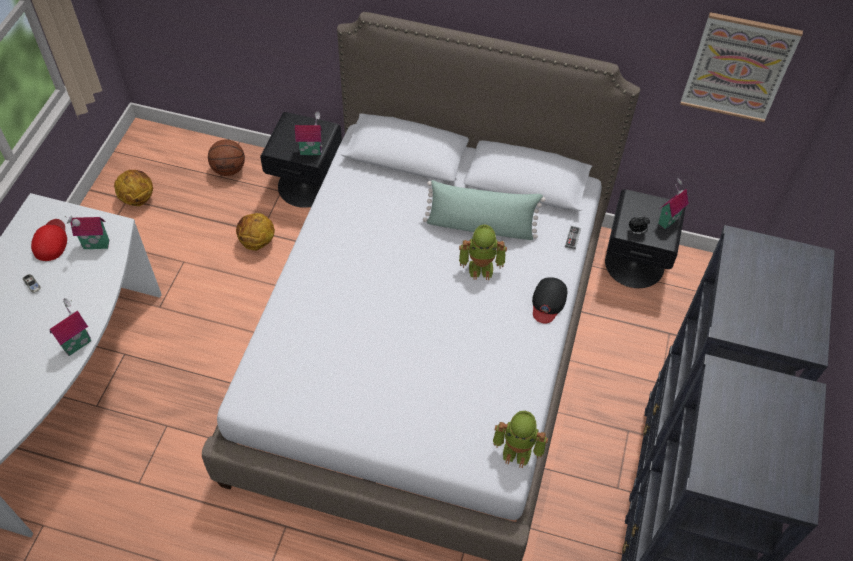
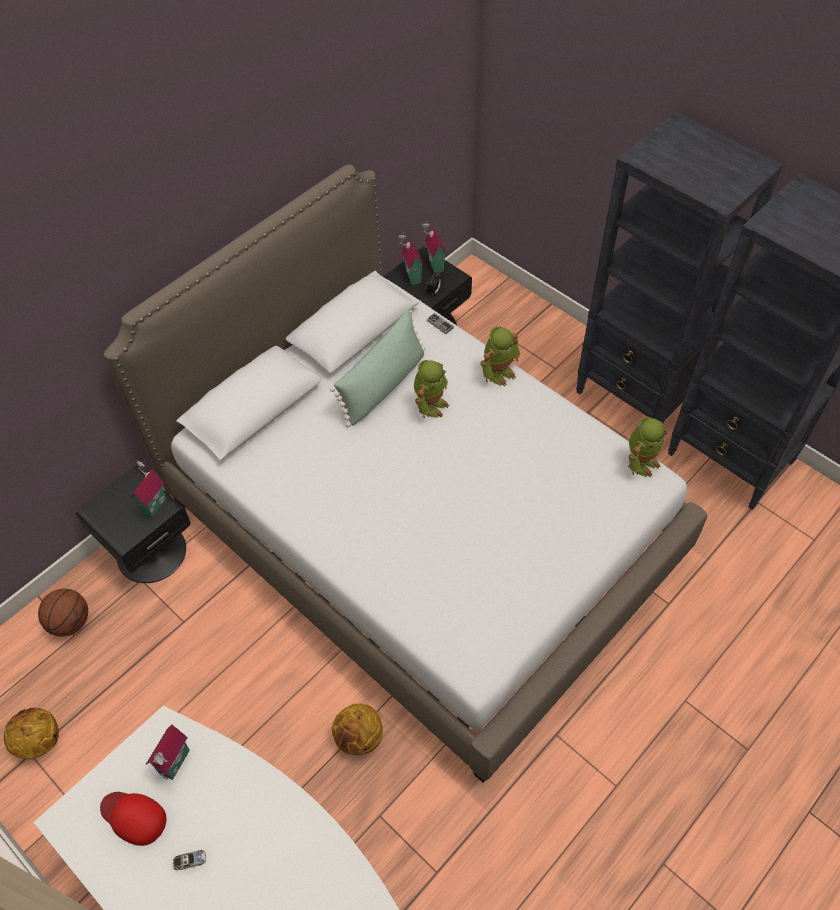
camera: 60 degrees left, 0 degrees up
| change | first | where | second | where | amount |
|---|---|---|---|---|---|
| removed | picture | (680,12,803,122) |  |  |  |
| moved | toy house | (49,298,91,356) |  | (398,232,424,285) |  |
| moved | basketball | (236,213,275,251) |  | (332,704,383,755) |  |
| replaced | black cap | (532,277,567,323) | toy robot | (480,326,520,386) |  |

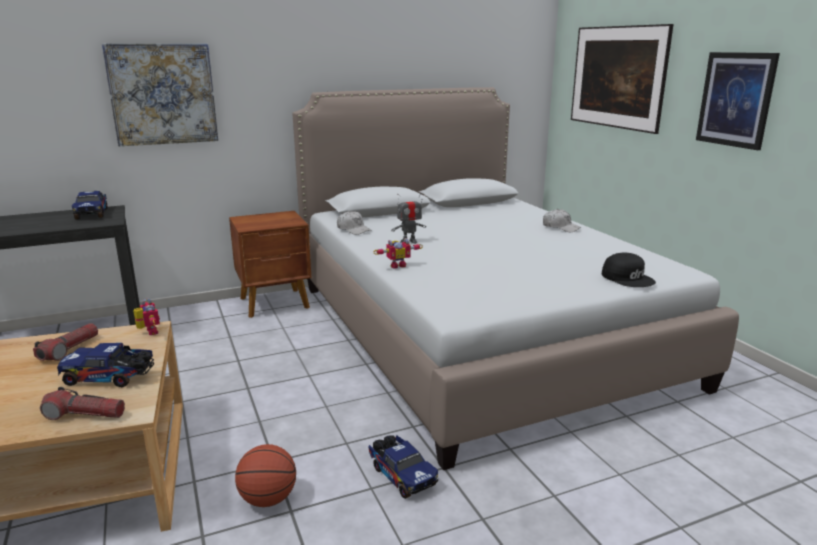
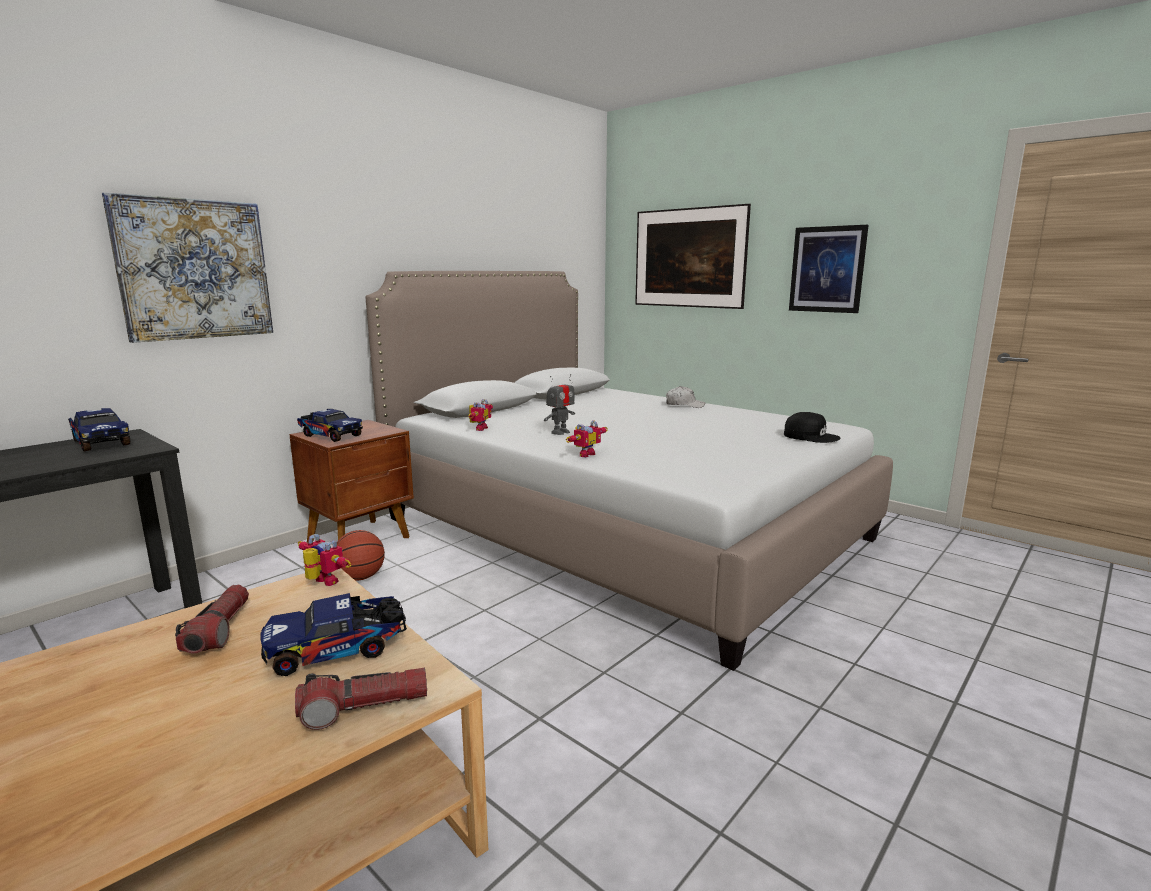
camera: 25 degrees left, 5 degrees down
| change | first | where | second | where | amount |
|---|---|---|---|---|---|
| moved | basketball | (235,444,296,507) |  | (337,530,385,581) |  |
| moved | toy truck | (369,435,438,499) |  | (297,409,363,442) |  |
| replaced | white cap | (337,211,372,235) | toy robot | (469,399,493,431) |  |

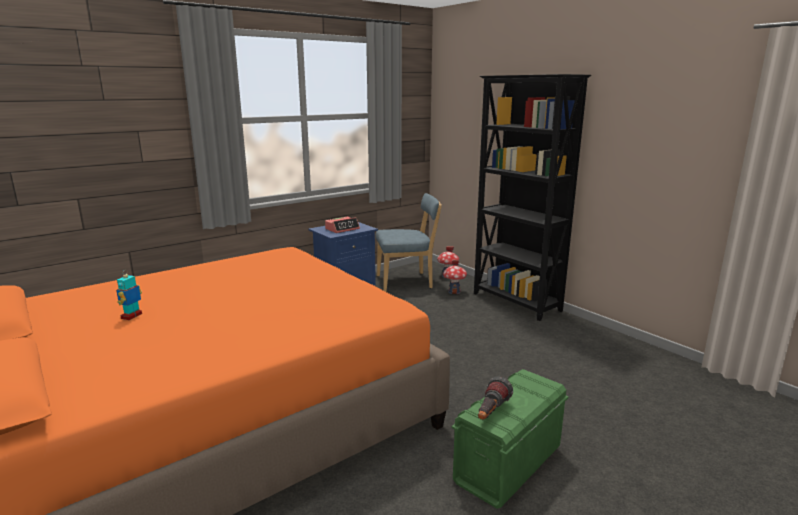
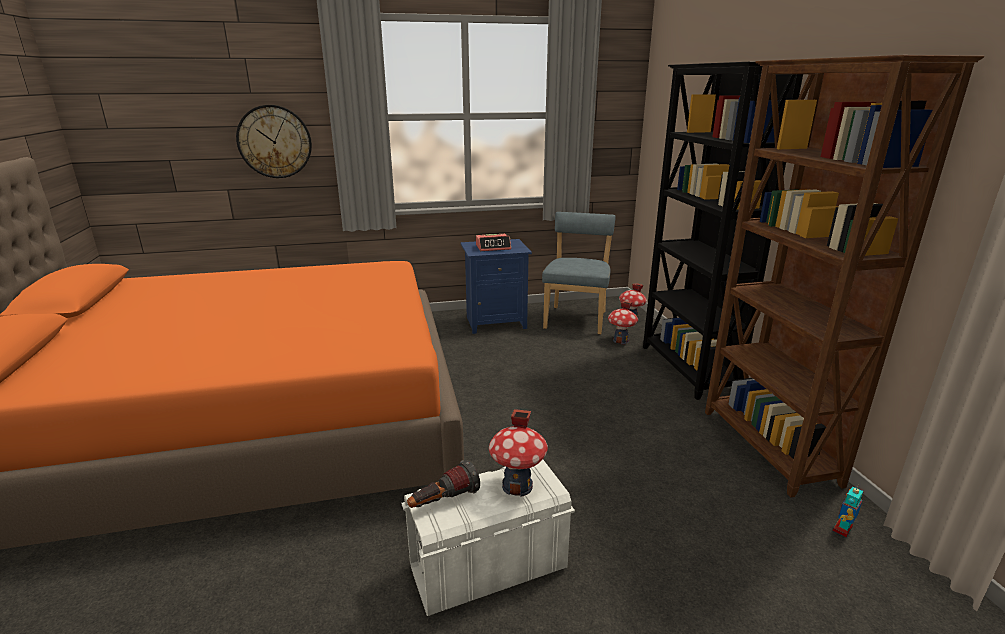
camera: 25 degrees right, 5 degrees up
| change | first | where | second | where | amount |
|---|---|---|---|---|---|
| added |  |  | wall clock | (236,105,312,178) |  |
| added |  |  | toy house | (489,409,548,497) |  |
| added |  |  | brown bookcase | (705,55,984,498) |  |
| moved | toy robot | (116,270,142,320) |  | (833,485,864,537) |  |
| recoloured | green storage box | (452,369,569,509) | white storage box | (402,460,575,616) |  |
| turned | blue chair | (375,193,442,292) |  | (542,212,616,335) | 90 degrees counterclockwise |

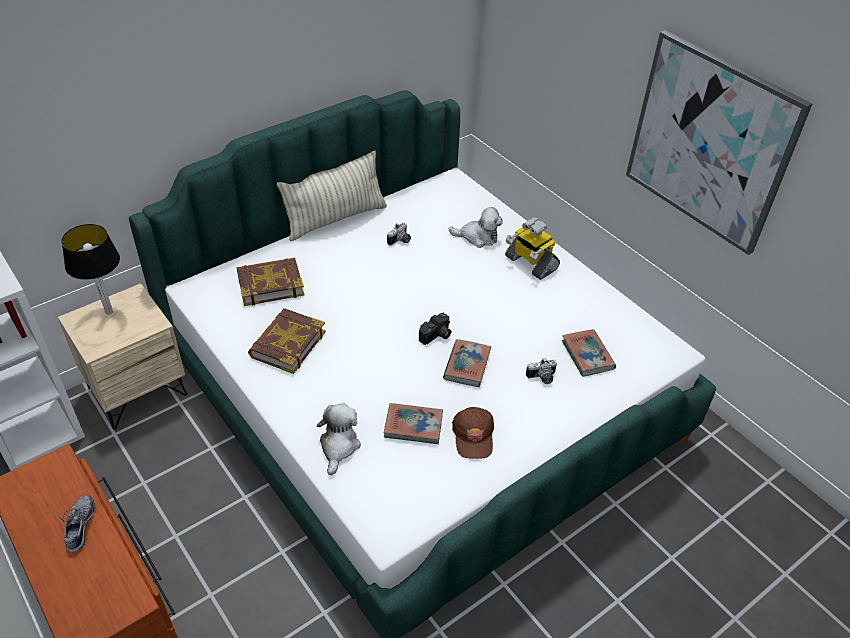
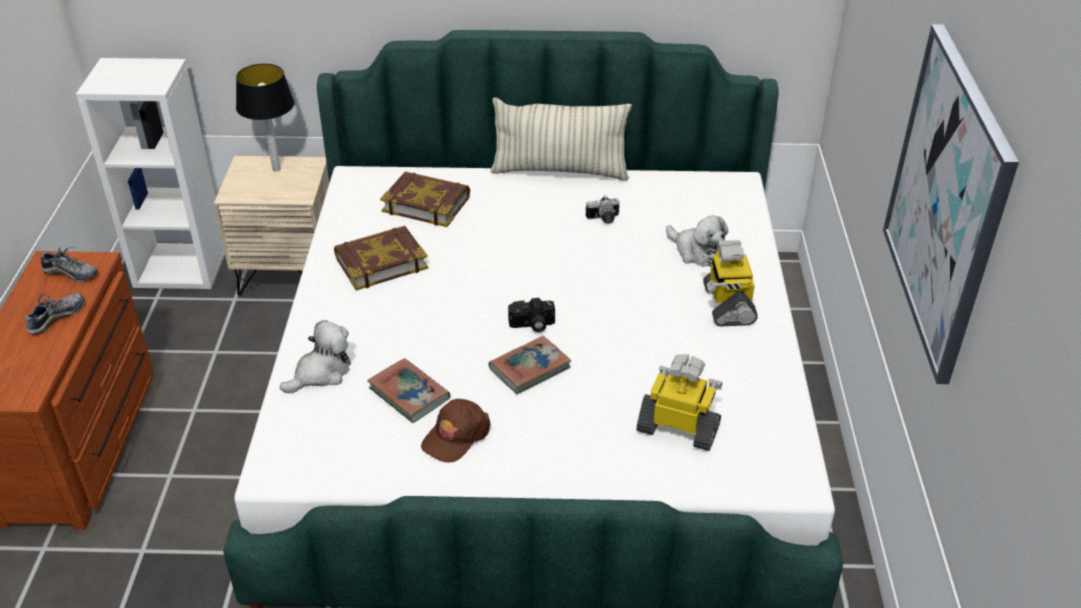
camera: 40 degrees right, 5 degrees down
| change | first | where | second | where | amount |
|---|---|---|---|---|---|
| removed | photo camera | (526,358,557,384) |  |  |  |
| added |  |  | shoe | (41,247,98,282) |  |
| replaced | book | (562,329,616,377) | toy robot | (637,354,722,451) |  |

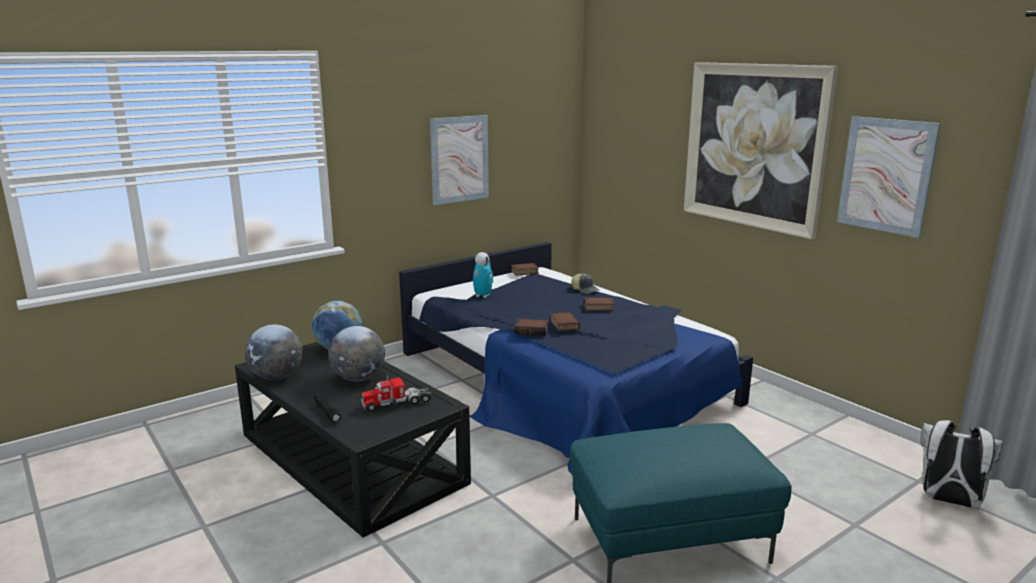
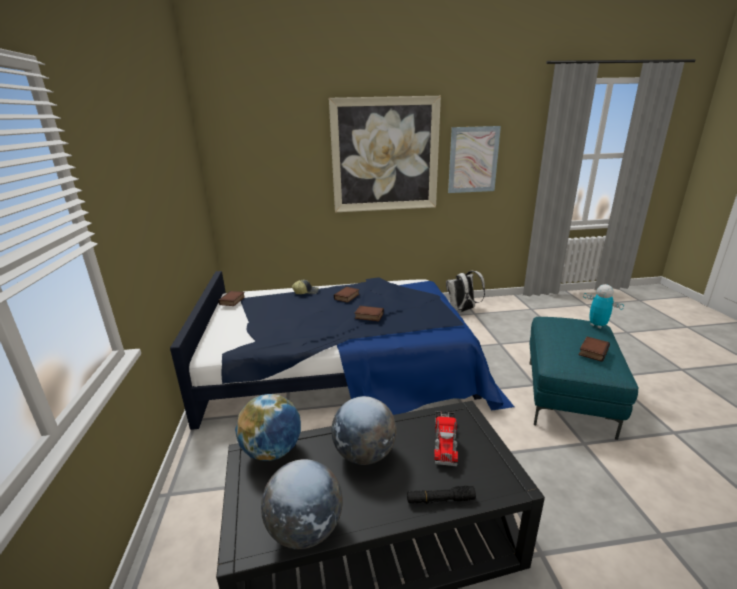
camera: 60 degrees left, 5 degrees up
| change | first | where | second | where | amount |
|---|---|---|---|---|---|
| removed | picture | (430,115,489,205) |  |  |  |
| moved | toy robot | (473,252,493,298) |  | (583,284,624,329) |  |
| moved | book | (515,319,548,336) |  | (579,337,610,362) |  |
| moved | white backpack | (920,420,1003,508) |  | (446,271,485,313) |  |

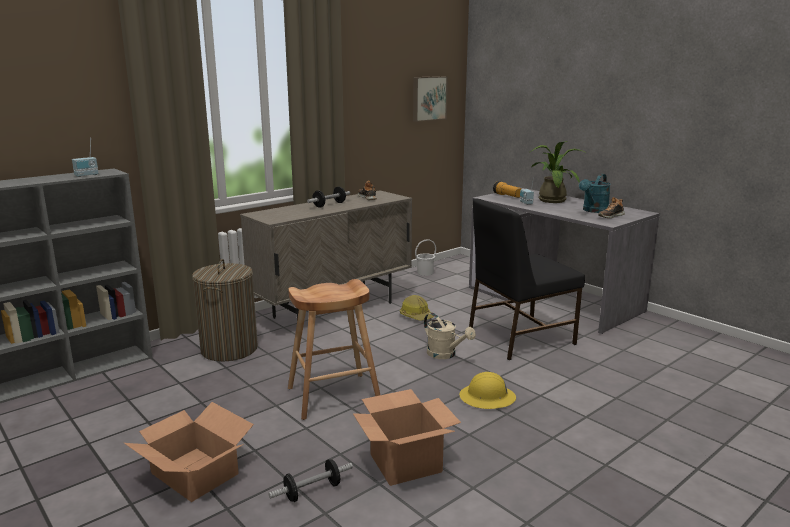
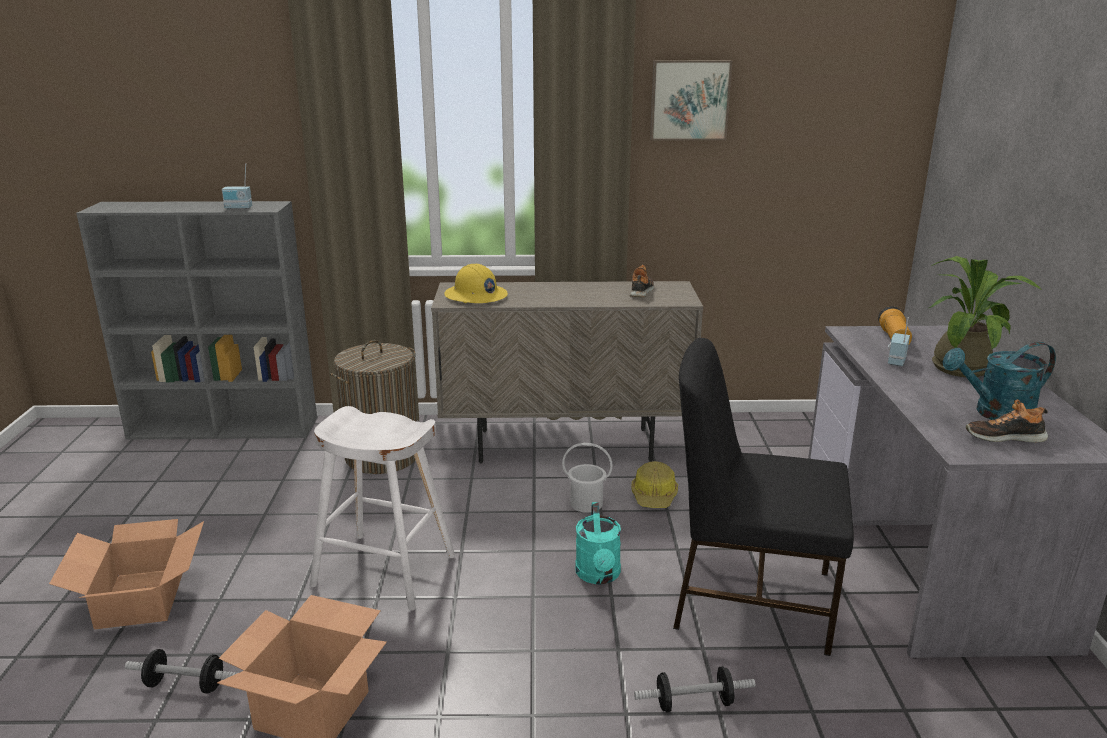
camera: 40 degrees right, 5 degrees up
| change | first | where | second | where | amount |
|---|---|---|---|---|---|
| moved | dumbbell | (307,187,350,208) |  | (634,666,756,713) |  |
| moved | picture | (413,76,448,122) |  | (650,60,732,140) |  |
| moved | white bucket | (415,239,436,276) |  | (562,443,613,513) |  |
| moved | yellow hard hat | (459,372,516,409) |  | (444,264,508,303) |  |
| recoloured | brown stool | (288,279,380,420) | white stool | (310,406,455,611) |  |
| recoloured | beige watering can | (424,313,476,359) | turquoise watering can | (575,502,621,584) |  |

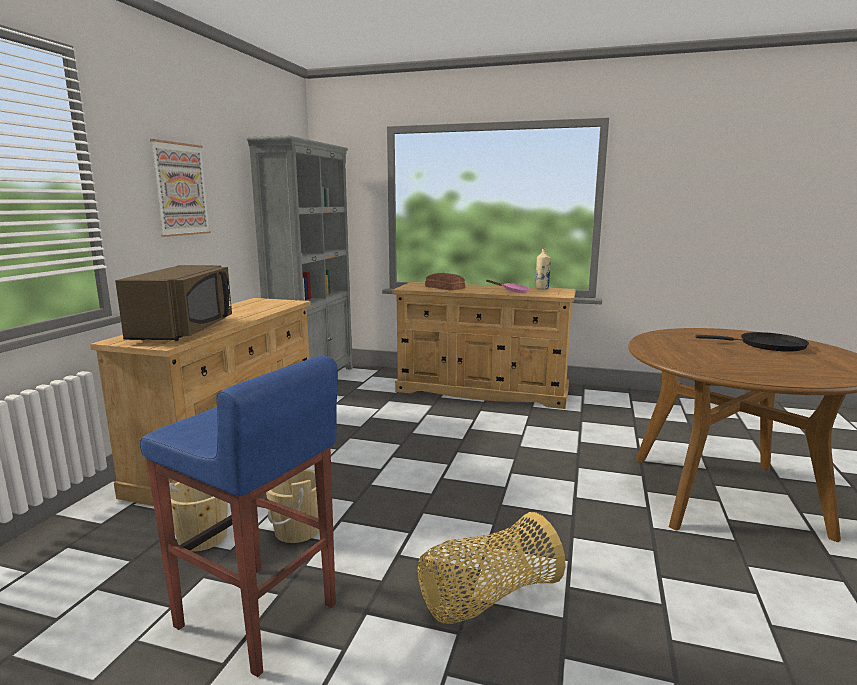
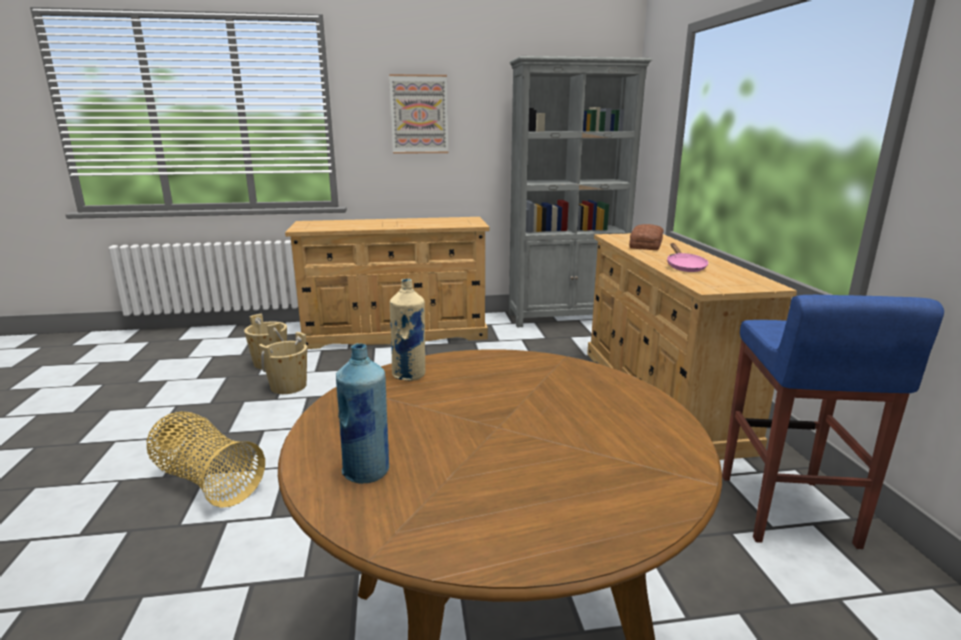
camera: 65 degrees right, 5 degrees up
| change | first | where | second | where | amount |
|---|---|---|---|---|---|
| removed | brown microwave | (115,265,232,341) |  |  |  |
| removed | black frying pan | (695,332,809,351) |  |  |  |
| added |  |  | blue bottle | (336,343,389,484) |  |
| moved | blue stool | (140,356,338,677) |  | (722,295,944,549) |  |
| moved | beige bottle | (535,249,551,290) |  | (390,279,425,381) |  |

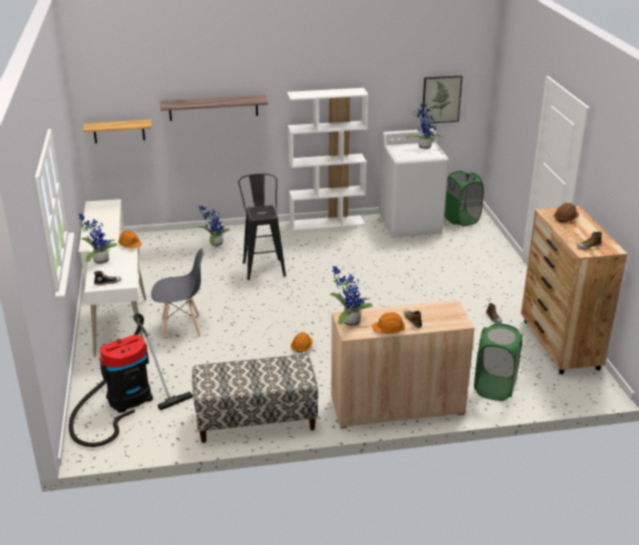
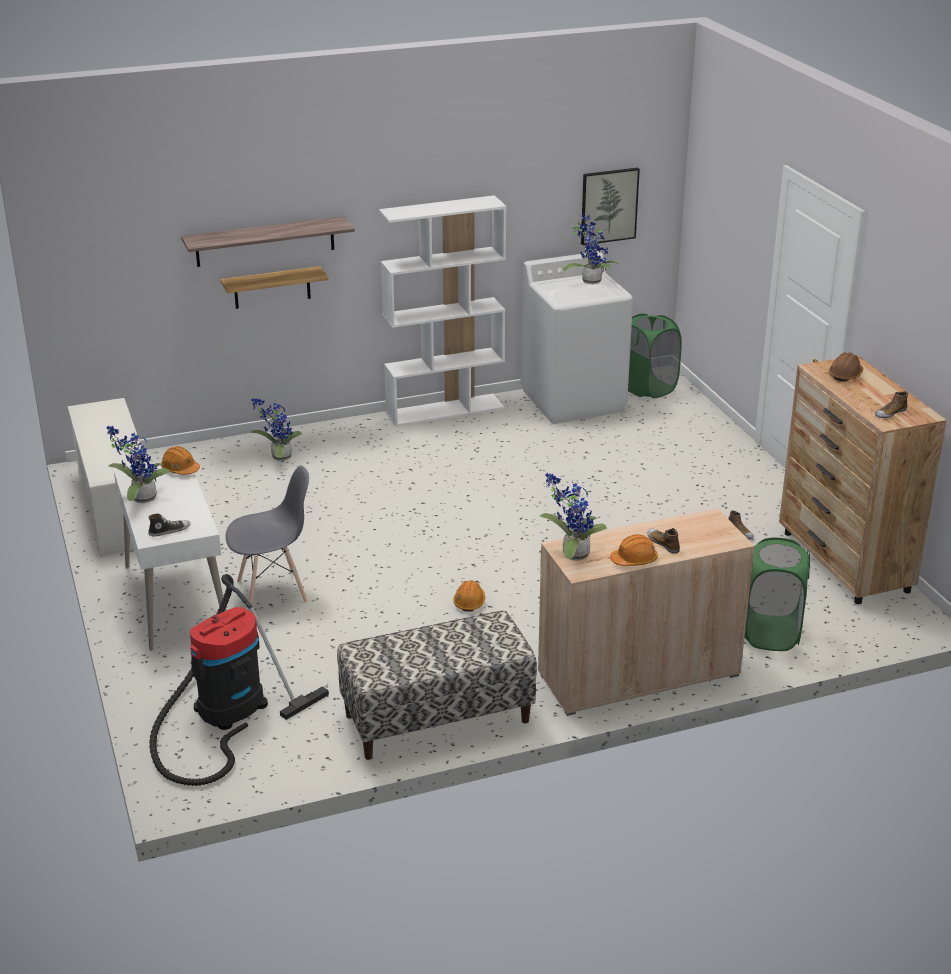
camera: 10 degrees left, 0 degrees up
| change | first | where | second | where | amount |
|---|---|---|---|---|---|
| removed | black stool | (238,174,286,280) |  |  |  |
| moved | shelf | (83,120,151,143) |  | (221,266,328,309) |  |

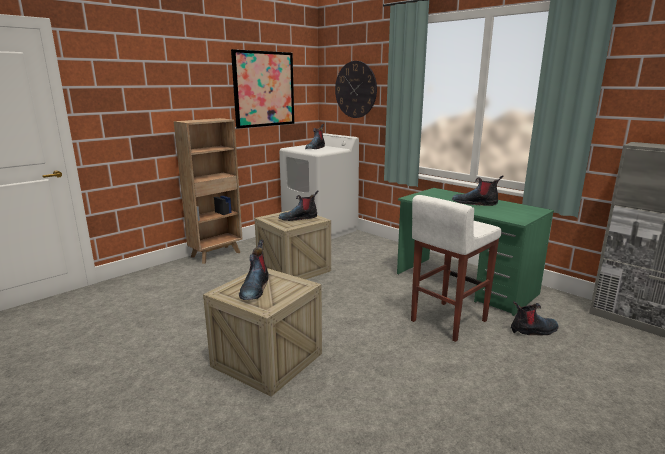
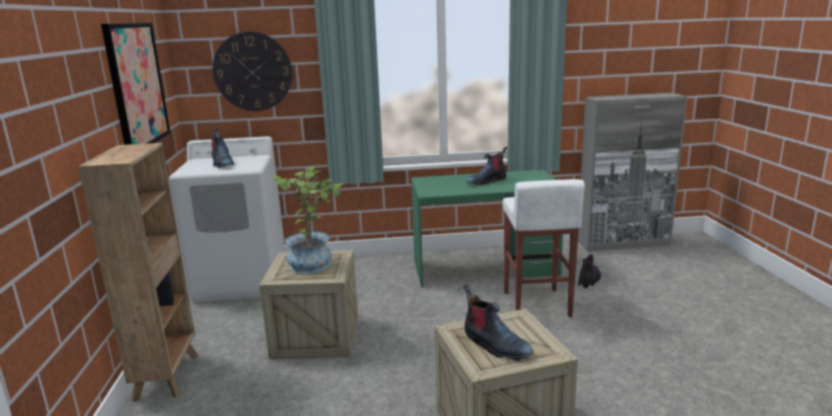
camera: 50 degrees left, 0 degrees up
| change | first | where | second | where | amount |
|---|---|---|---|---|---|
| replaced | boot | (279,190,318,221) | potted plant | (270,166,342,274) |  |

